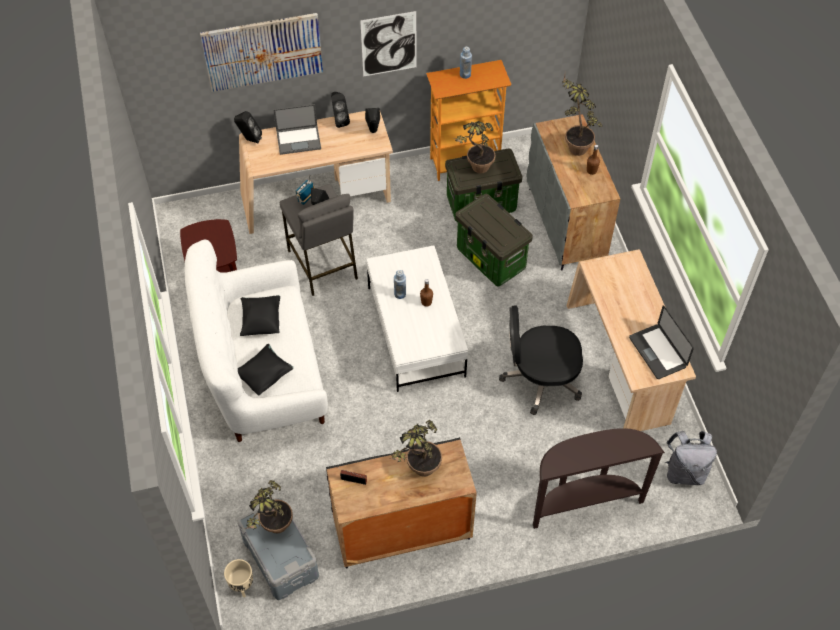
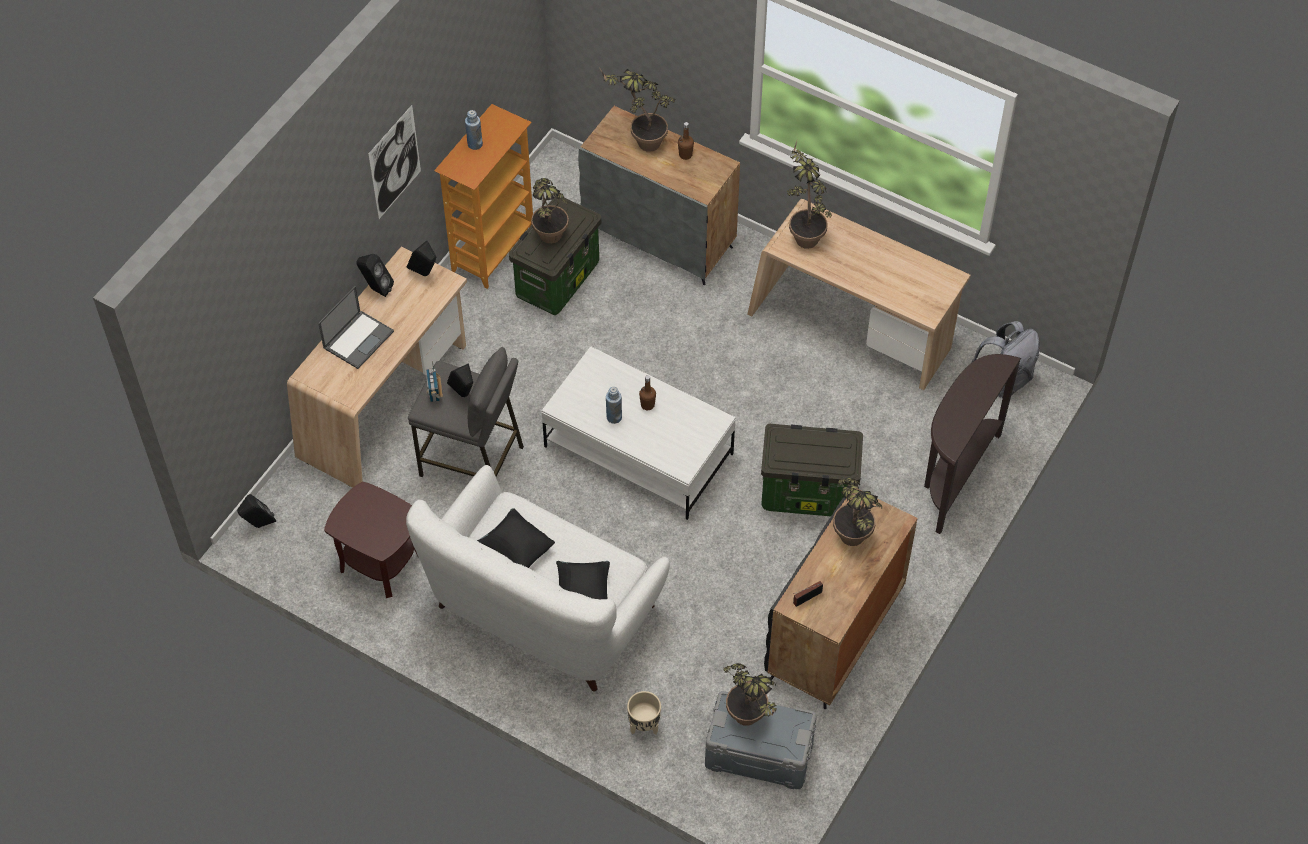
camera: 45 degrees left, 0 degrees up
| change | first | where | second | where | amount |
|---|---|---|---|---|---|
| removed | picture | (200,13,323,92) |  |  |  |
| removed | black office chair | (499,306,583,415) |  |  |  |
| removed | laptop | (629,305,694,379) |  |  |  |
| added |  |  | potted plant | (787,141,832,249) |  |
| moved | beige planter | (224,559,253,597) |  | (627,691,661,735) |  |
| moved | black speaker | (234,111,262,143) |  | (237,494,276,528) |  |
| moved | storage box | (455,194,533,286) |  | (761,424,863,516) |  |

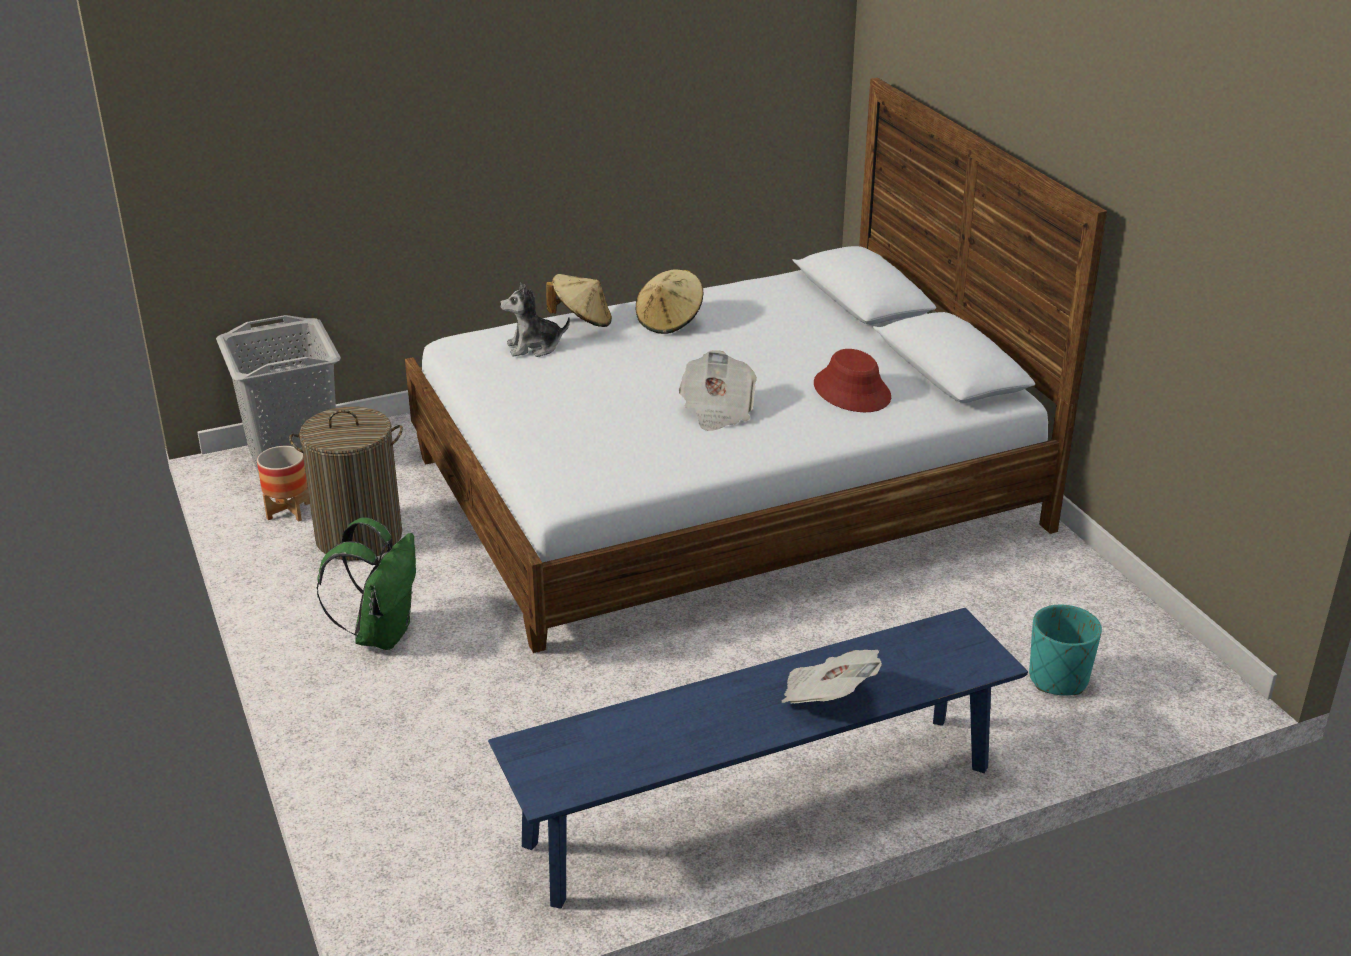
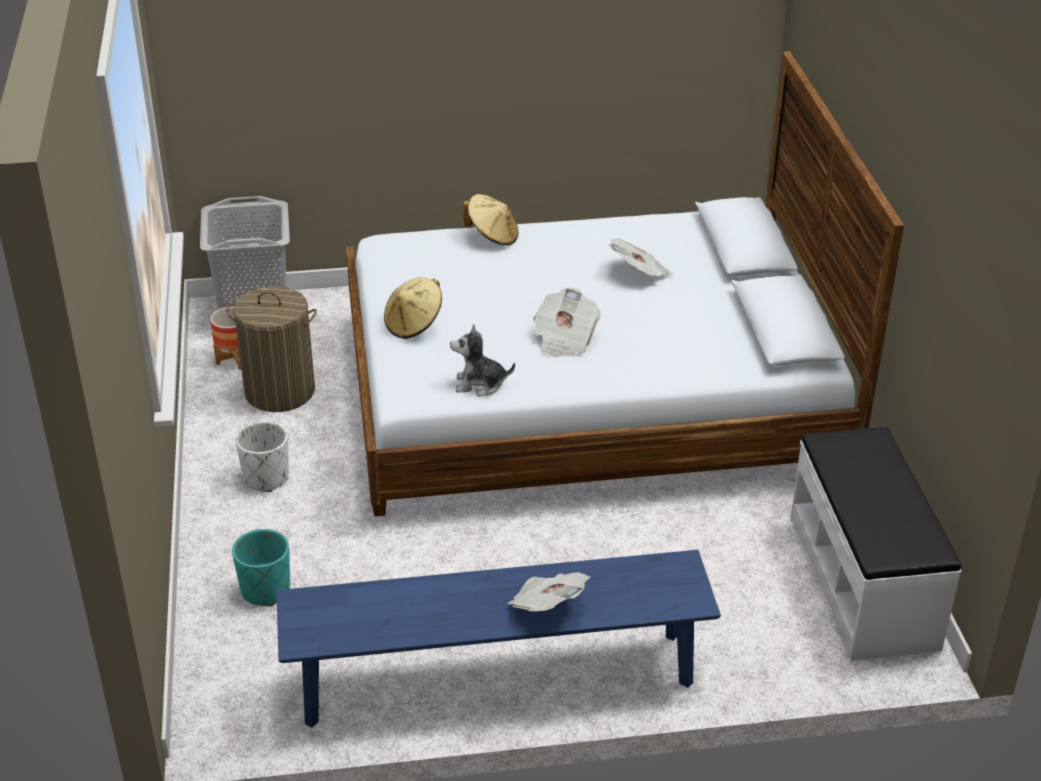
camera: 15 degrees right, 5 degrees up
| change | first | where | second | where | amount |
|---|---|---|---|---|---|
| removed | red hat | (814,349,891,412) |  |  |  |
| added |  |  | newspaper | (608,239,674,277) |  |
| added |  |  | white bench | (790,427,961,661) |  |
| moved | plush toy | (500,282,570,357) |  | (450,324,515,396) |  |
| moved | beige hat | (635,270,703,334) |  | (384,277,442,339) |  |
| moved | turquoise planter | (1029,605,1102,696) |  | (232,529,290,606) |  |
| replaced | green backpack | (317,518,416,650) | white planter | (235,421,289,492) |  |

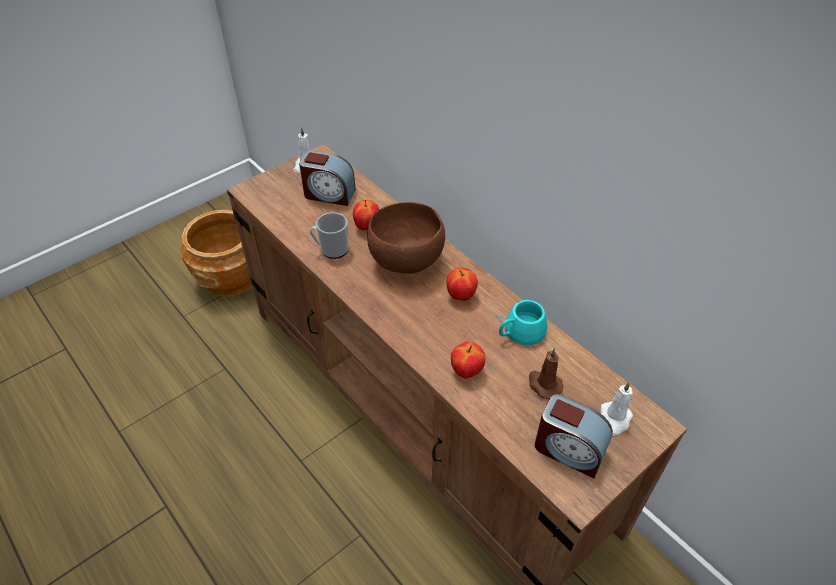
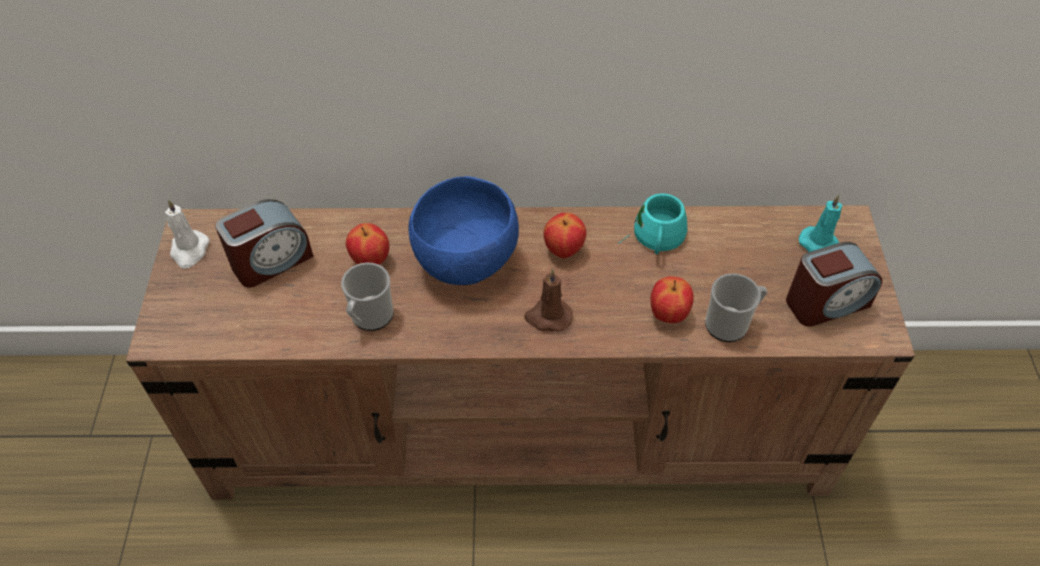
camera: 50 degrees left, 5 degrees up
| change | first | where | second | where | amount |
|---|---|---|---|---|---|
| removed | brown planter | (181,210,252,296) |  |  |  |
| added |  |  | mug | (705,273,767,342) |  |
| moved | brown candle | (529,348,563,399) |  | (524,269,573,332) |  |
| recoloured | brown bowl | (367,202,445,274) | blue bowl | (408,176,519,285) |  |
| recoloured | white candle | (600,382,633,436) | turquoise candle | (799,195,842,252) |  |

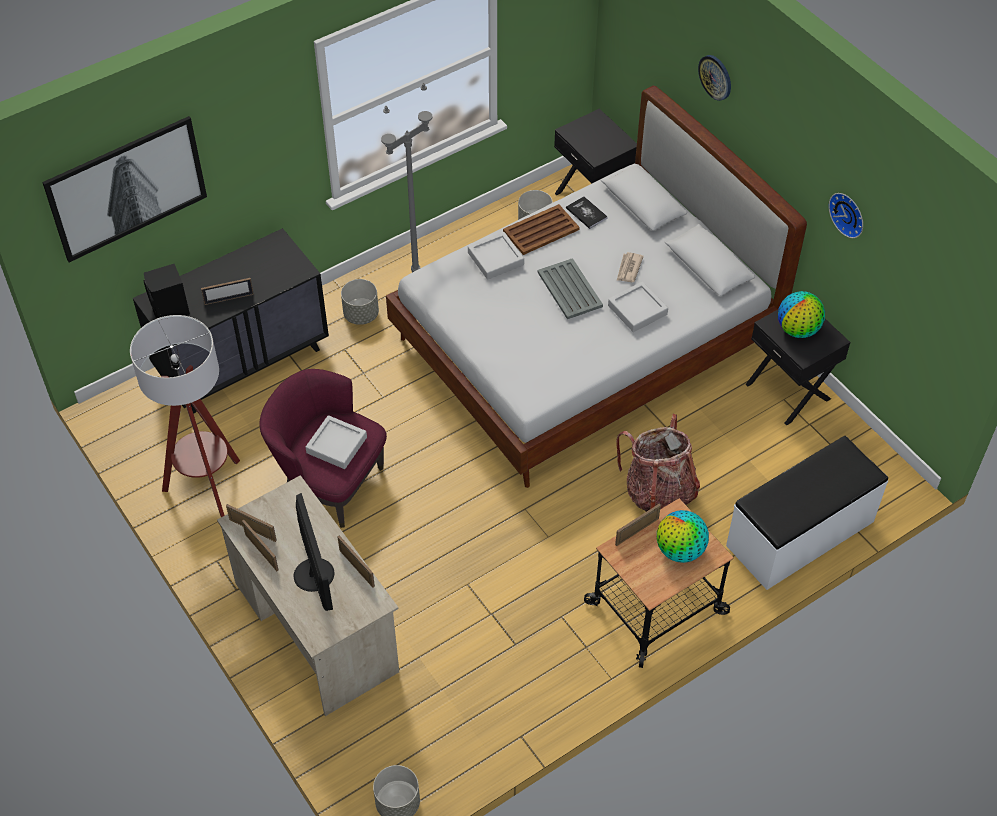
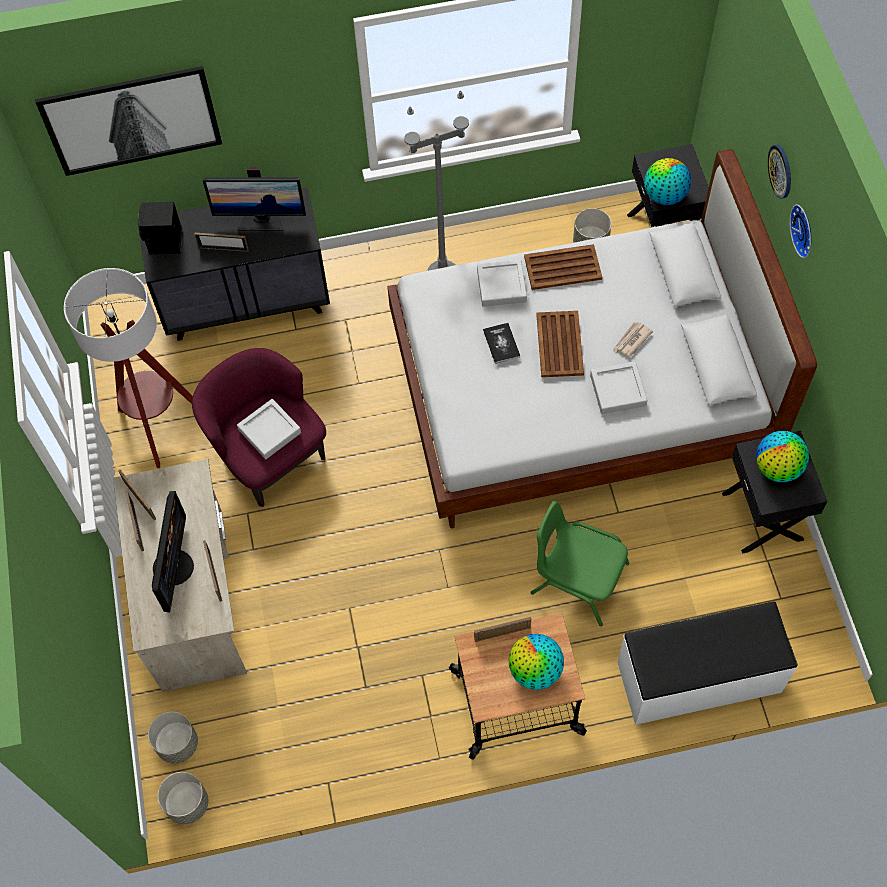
camera: 25 degrees right, 10 degrees up
| change | first | where | second | where | amount |
|---|---|---|---|---|---|
| added |  |  | monitor | (203,167,306,231) |  |
| added |  |  | globe | (644,158,691,205) |  |
| moved | grey planter | (341,279,379,325) |  | (148,711,198,764) |  |
| moved | book | (566,196,608,229) |  | (483,323,520,364) |  |
| moved | wall clock | (829,193,863,238) |  | (790,204,812,258) |  |
| replaced | backpack | (616,414,700,512) | green chair | (530,501,629,626) |  |
| recoloured | grey tray | (538,258,603,319) | brown tray | (536,311,584,377) |  |

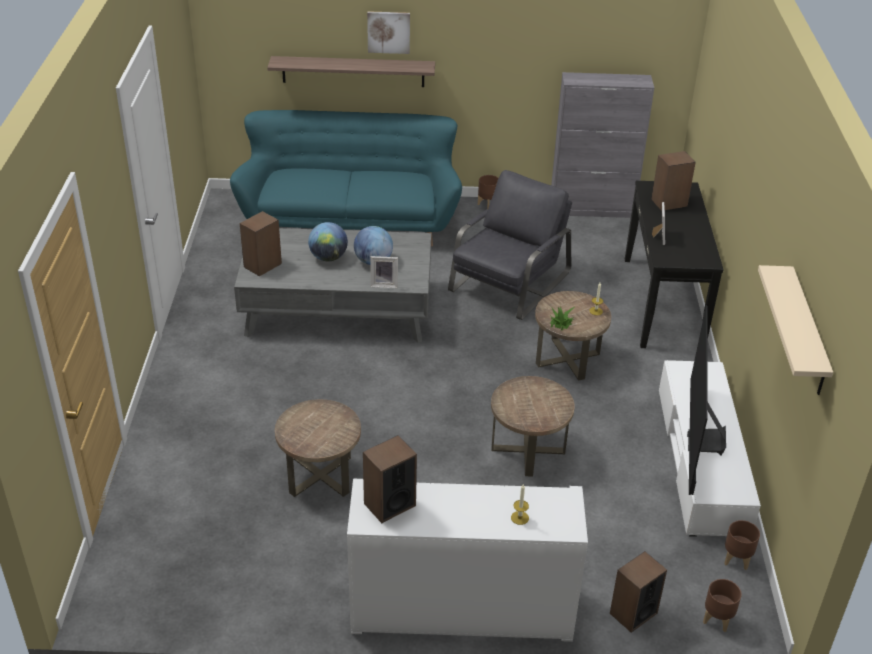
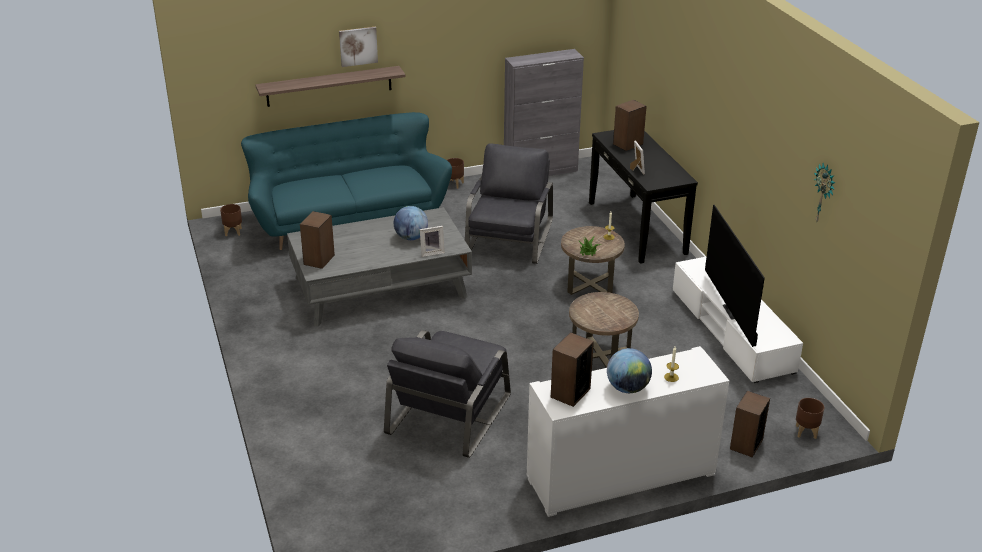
camera: 20 degrees left, 5 degrees down
| change | first | where | second | where | amount |
|---|---|---|---|---|---|
| moved | globe | (308,222,348,261) |  | (607,348,652,393) |  |
| moved | brown planter | (724,520,760,570) |  | (220,204,242,236) |  |
| replaced | brown side table | (275,399,361,497) | grey armchair | (384,330,511,458) |  |
| replaced | beige shelf | (758,265,833,395) | wall clock | (814,163,835,222) |  |

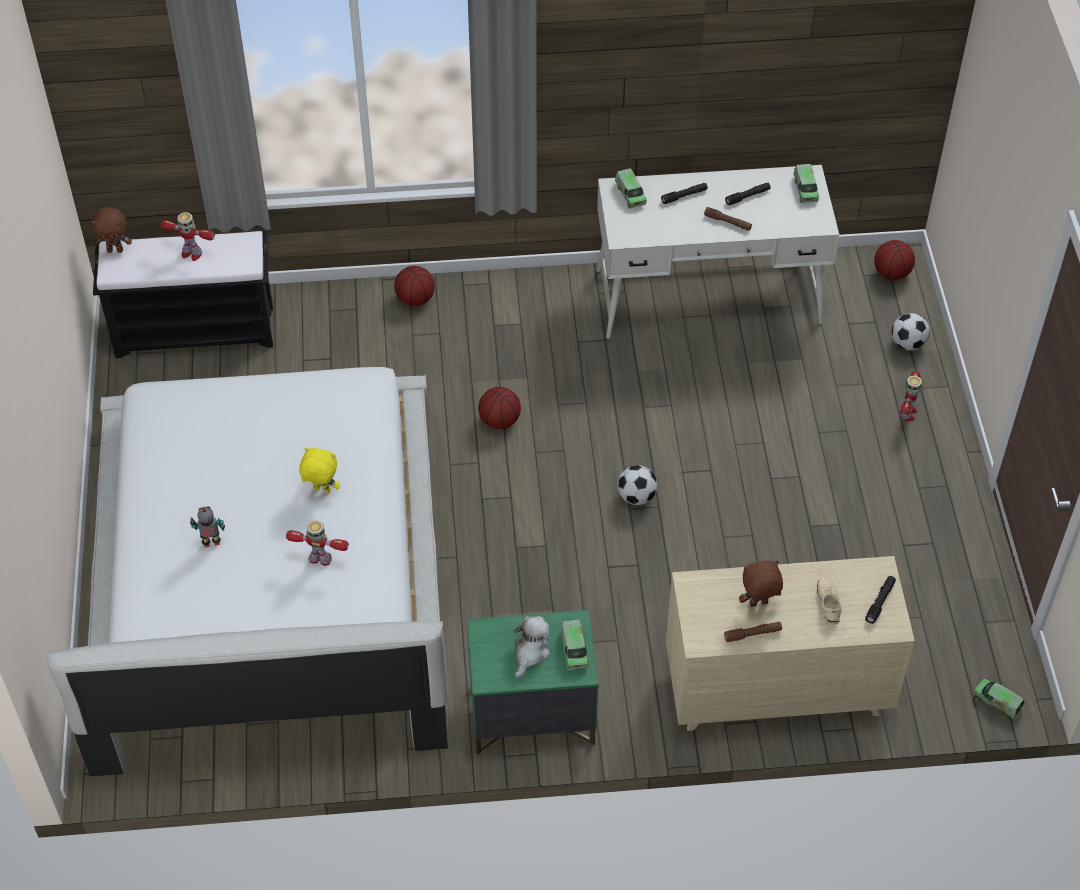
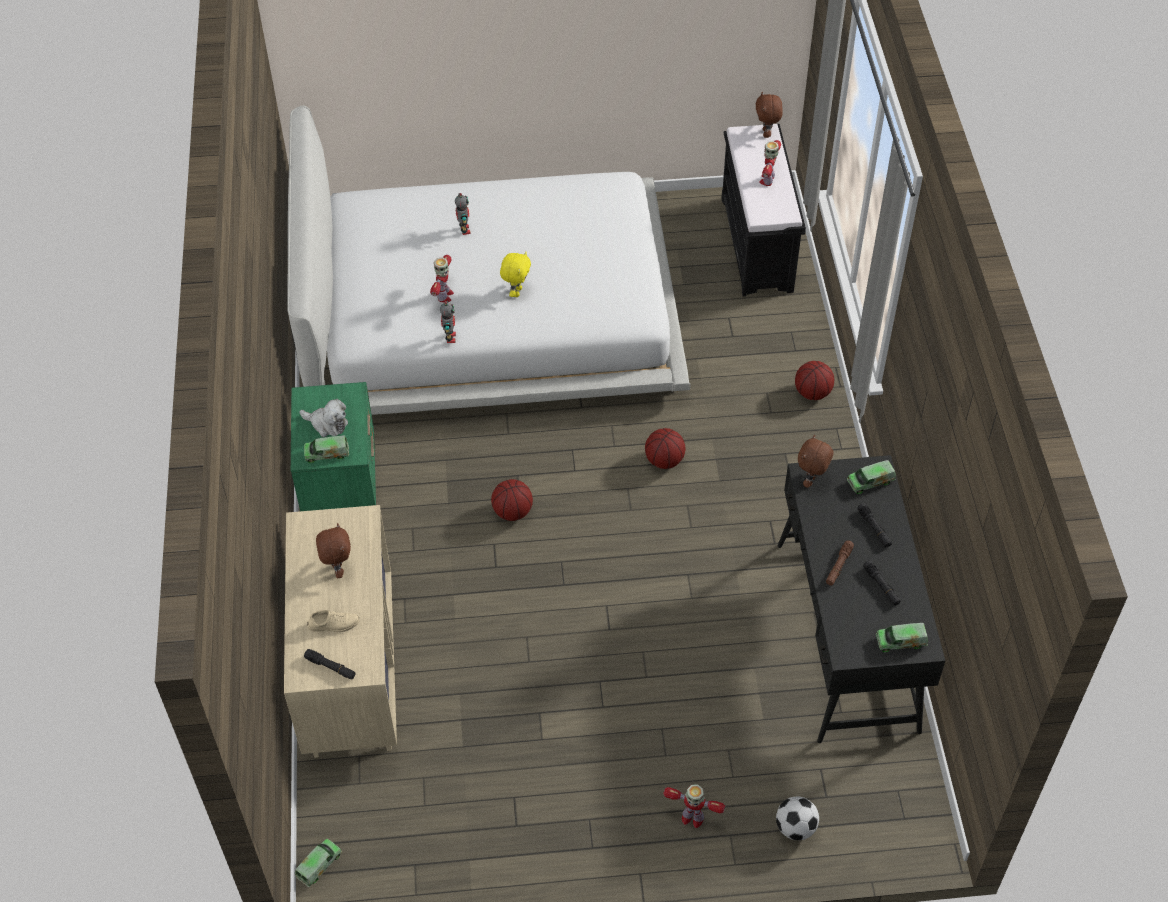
camera: 90 degrees right, 0 degrees up
| change | first | where | second | where | amount |
|---|---|---|---|---|---|
| removed | football | (618,465,657,505) |  |  |  |
| removed | brown flashlight | (724,622,782,642) |  |  |  |
| added |  |  | toy robot | (440,301,456,343) |  |
| added |  |  | brown plush toy | (798,435,833,488) |  |
| moved | basketball | (874,240,915,280) |  | (491,479,533,521) |  |
| recoloured | white desk | (597,165,839,338) | black desk | (777,455,945,743) |  |

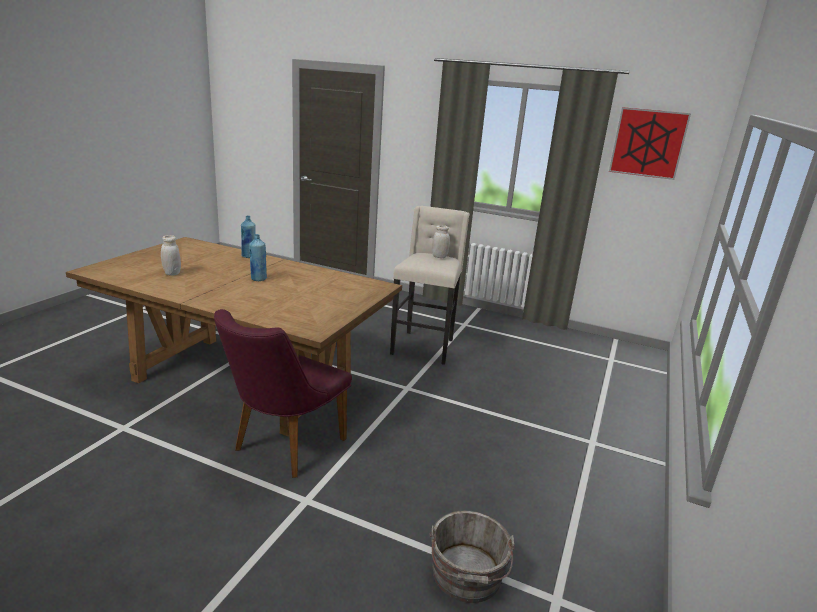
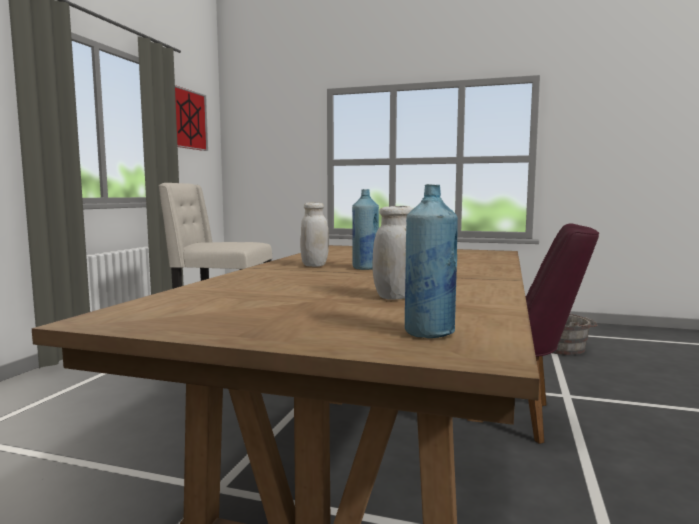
camera: 95 degrees left, 15 degrees down
| change | first | where | second | where | amount |
|---|---|---|---|---|---|
| moved | blue bottle | (241,216,256,258) |  | (405,184,458,338) |  |
| moved | white jar | (432,225,450,258) |  | (300,202,329,267) |  |

